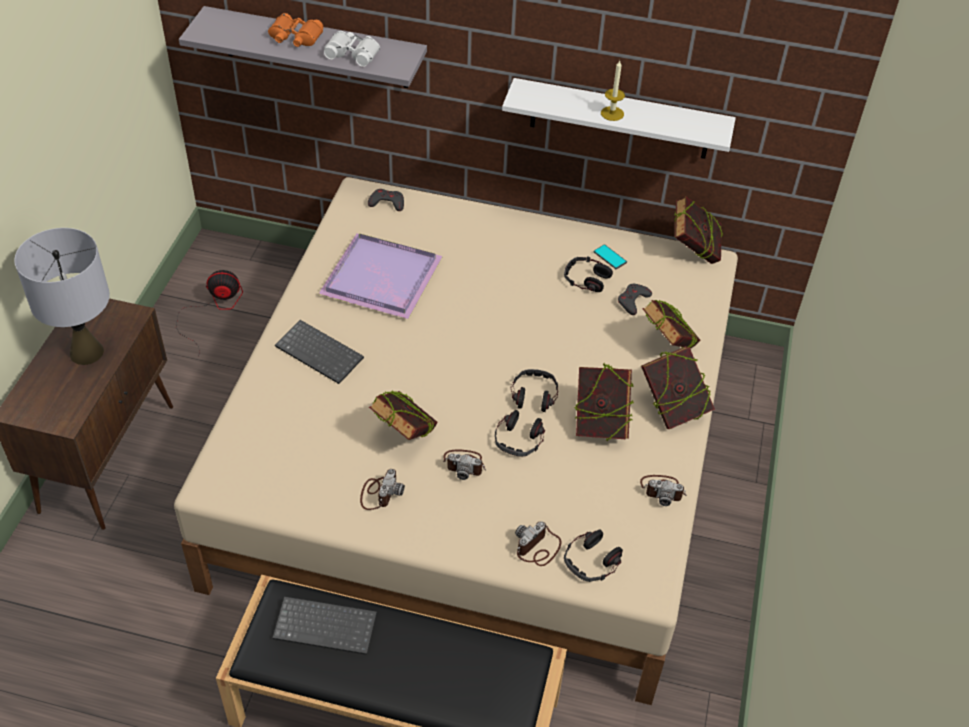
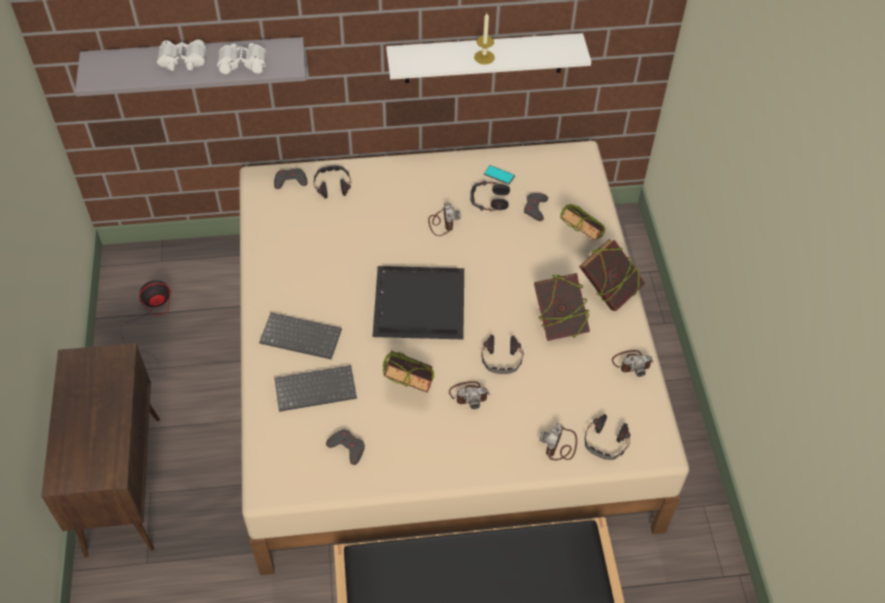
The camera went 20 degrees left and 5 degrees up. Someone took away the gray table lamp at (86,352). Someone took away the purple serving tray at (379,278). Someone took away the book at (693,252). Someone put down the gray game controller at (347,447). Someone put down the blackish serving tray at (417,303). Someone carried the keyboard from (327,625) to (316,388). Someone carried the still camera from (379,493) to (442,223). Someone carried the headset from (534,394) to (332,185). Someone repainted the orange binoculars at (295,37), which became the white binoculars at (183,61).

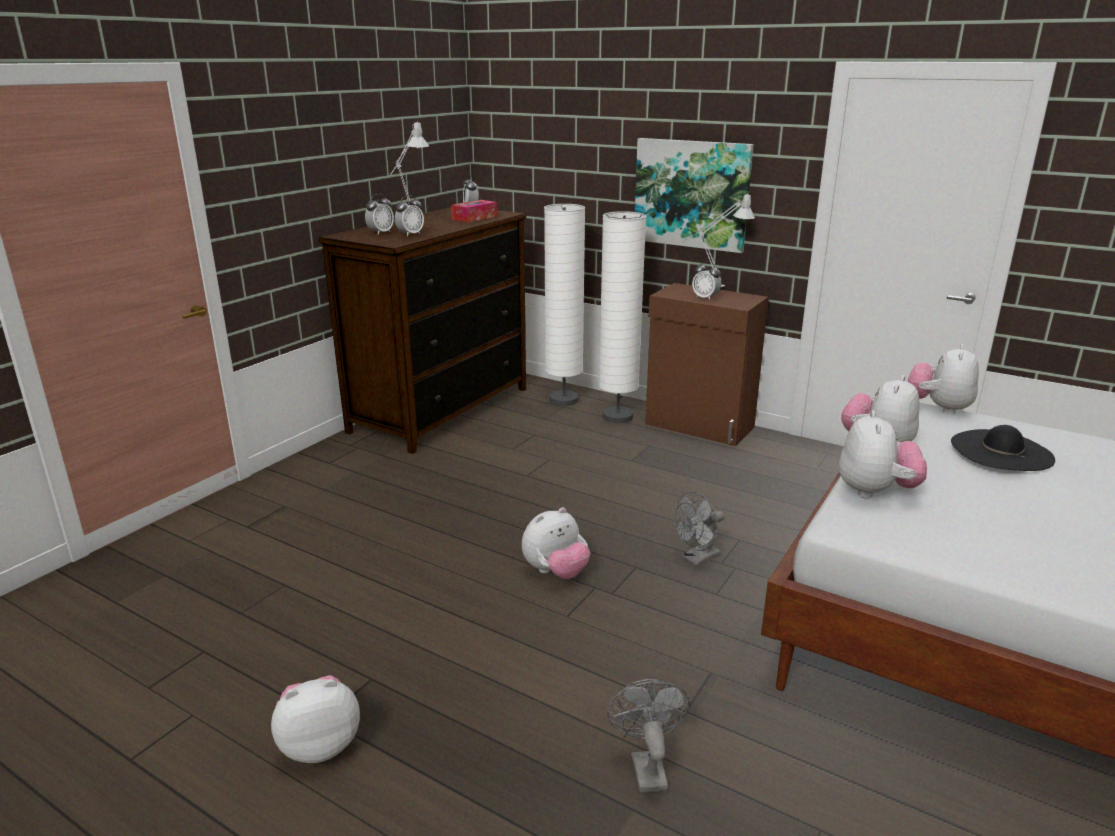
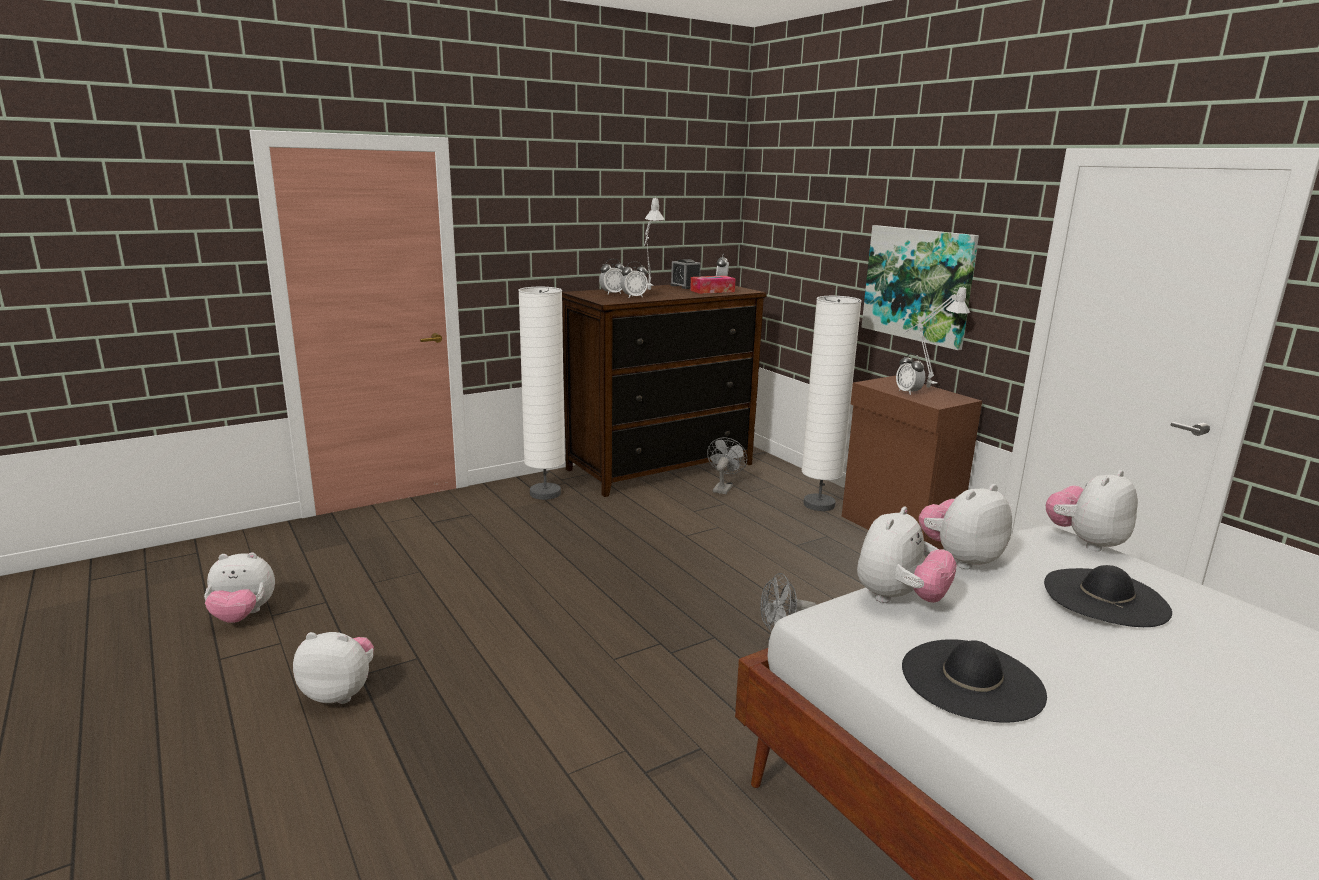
The camera went 25 degrees right and 5 degrees down. Someone put down the bedside clock at (685,286). Someone put down the blackish wearable hat at (972,680). Someone carried the cuddly toy from (556,572) to (243,616). Someone carried the white standing lamp from (563,400) to (545,493). Someone carried the gray cooling fan from (646,766) to (723,488).

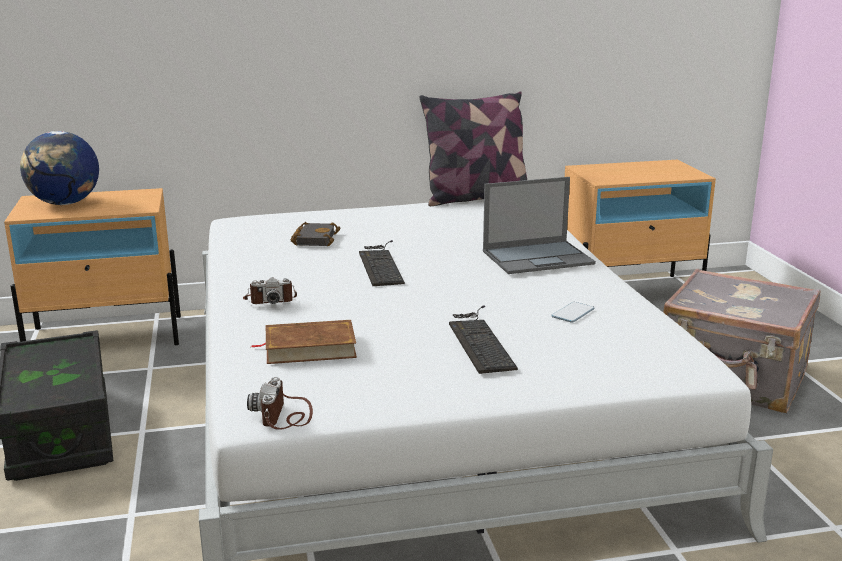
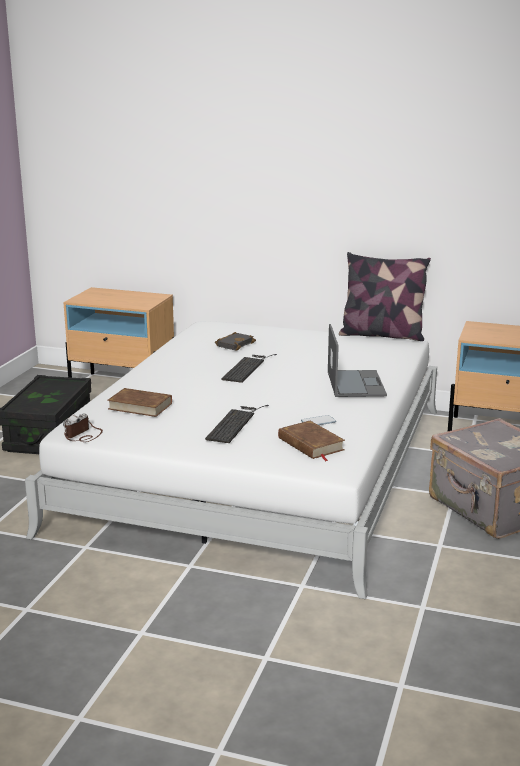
The camera went 30 degrees right and 0 degrees up. Someone took away the globe at (65,203). Someone took away the still camera at (270,300). Someone put down the brown book at (310,444). Someone rotated the portable computer at (539,257) by 105 degrees counterclockwise.

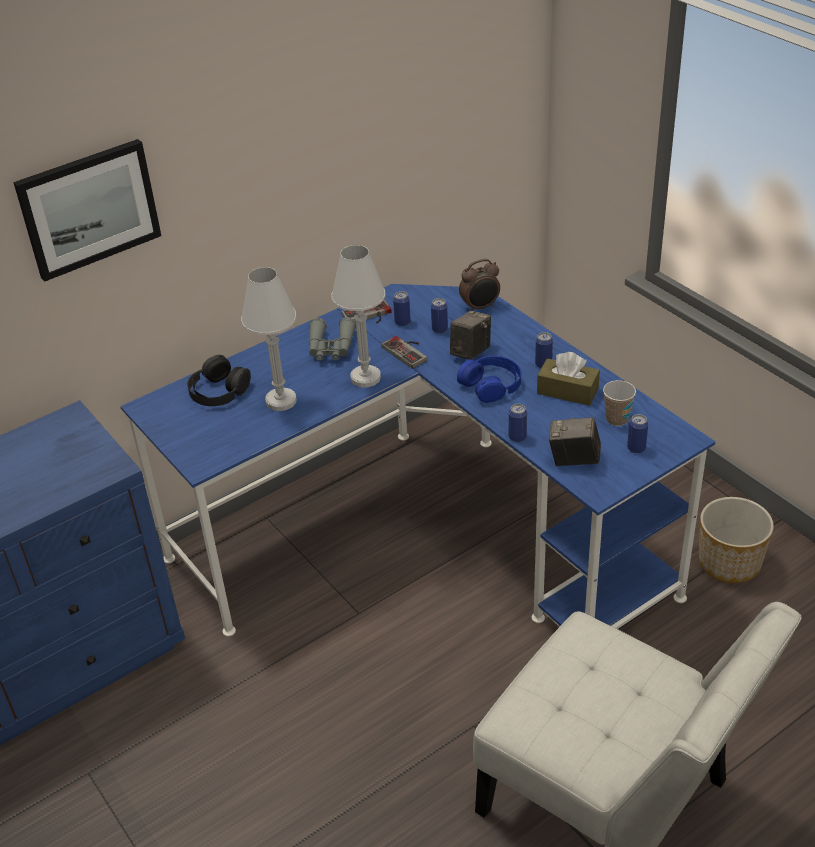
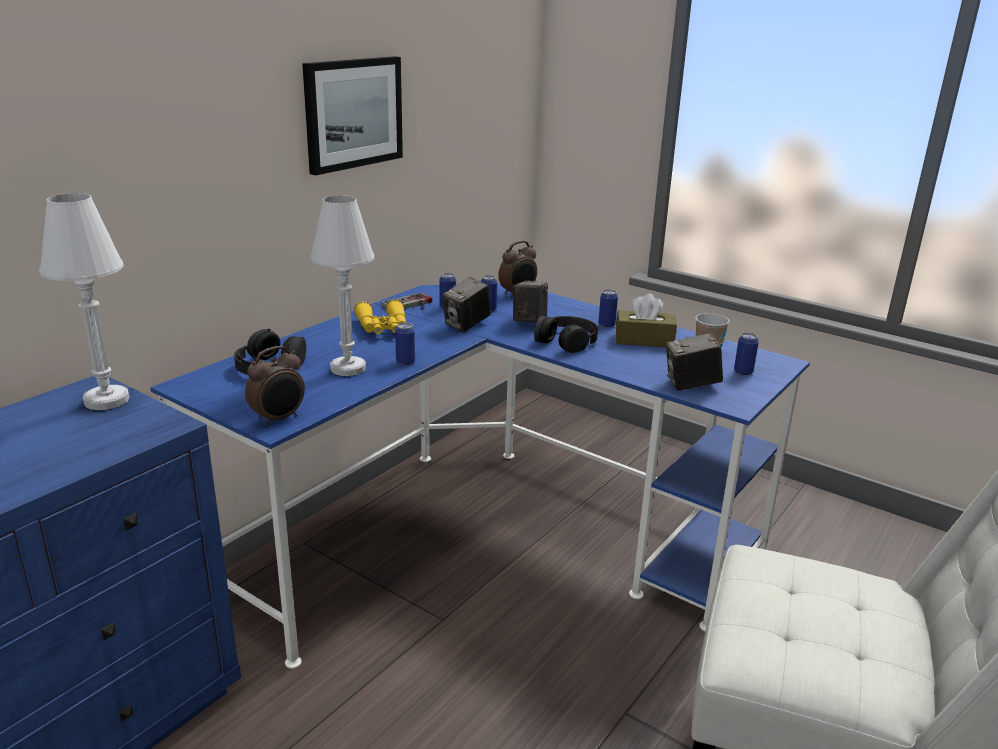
The camera went 20 degrees left and 15 degrees down. Someone took away the plant pot at (730,562). Someone put down the bedside clock at (279,419). Someone carried the picture from (89,208) to (353,113). Someone carried the white table lamp from (365,378) to (107,400). Someone carried the can from (517,437) to (405,362). Someone swapped the game controller at (408,351) for the still camera at (466,325). Someone repainted the gray binoculars at (331,348), which became the yellowish binoculars at (383,328). Someone repainted the blue headset at (491,385), which became the blackish headset at (566,341).

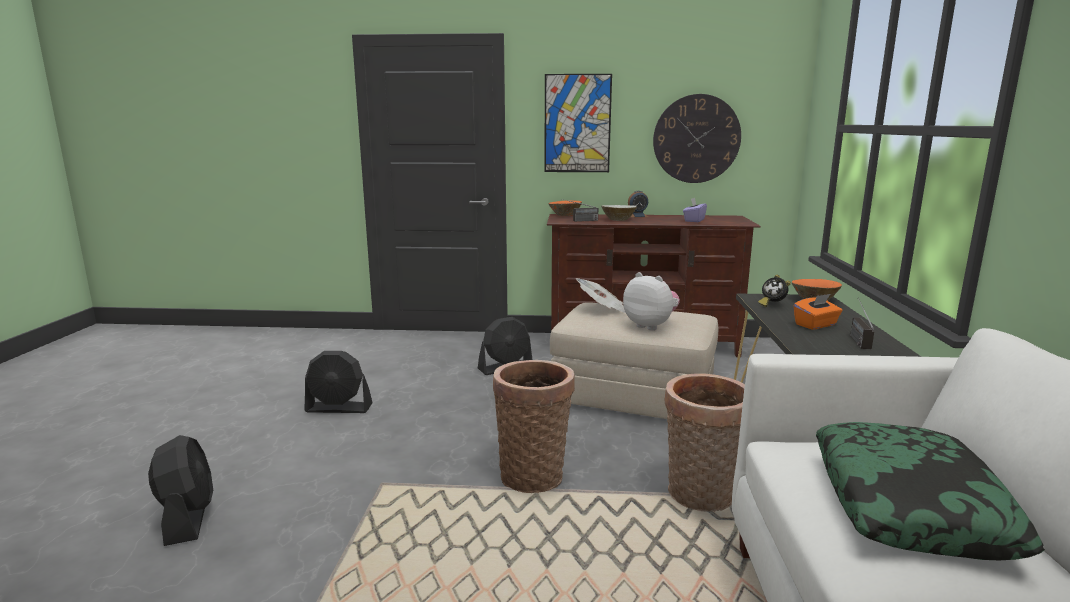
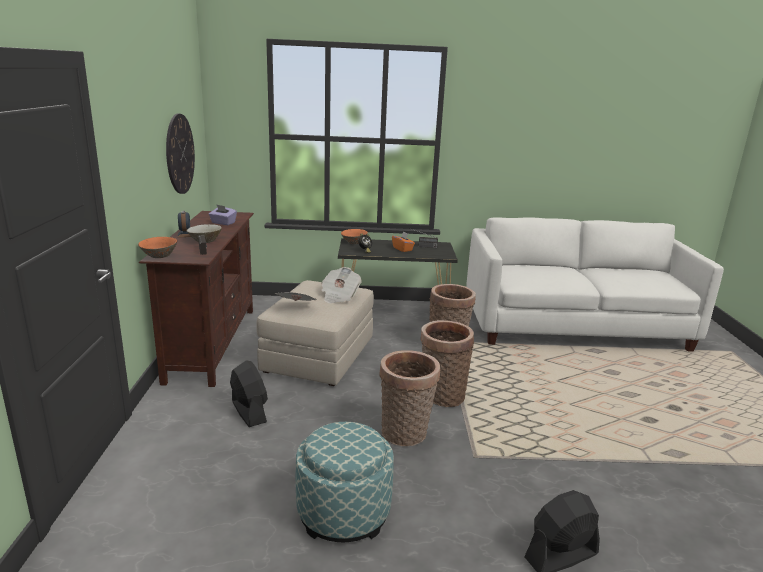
The camera went 95 degrees left and 5 degrees up. Someone took away the picture at (577,124). Someone took away the pillow at (909,505). Someone put down the household basket at (405,435). Someone swapped the blackish cooling fan at (339,408) for the footrest at (343,512). Someone swapped the cuddly toy at (650,326) for the newspaper at (339,296).

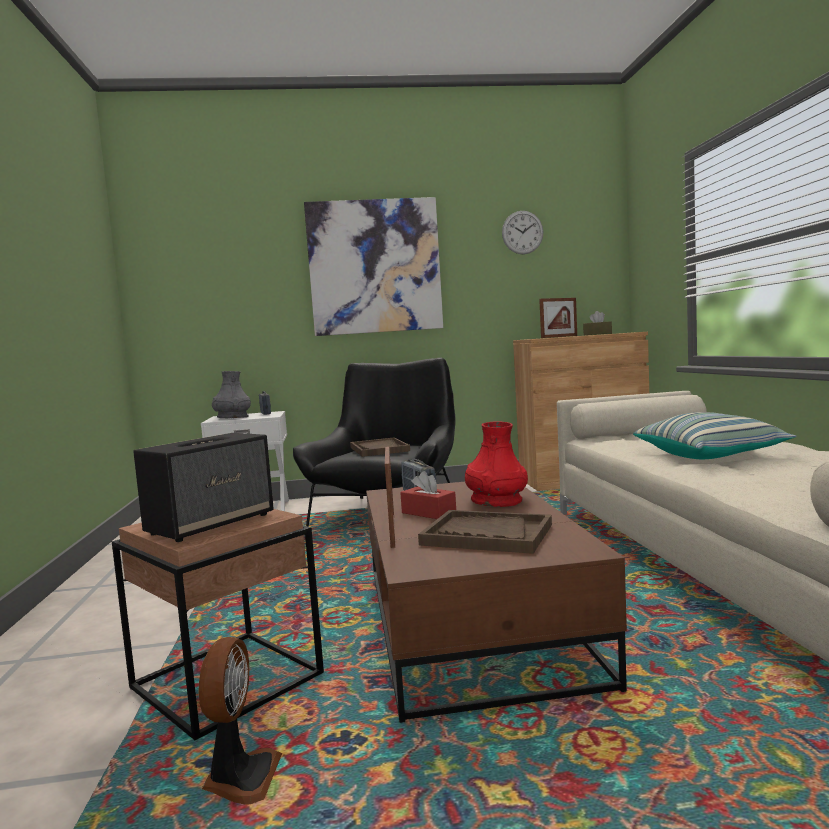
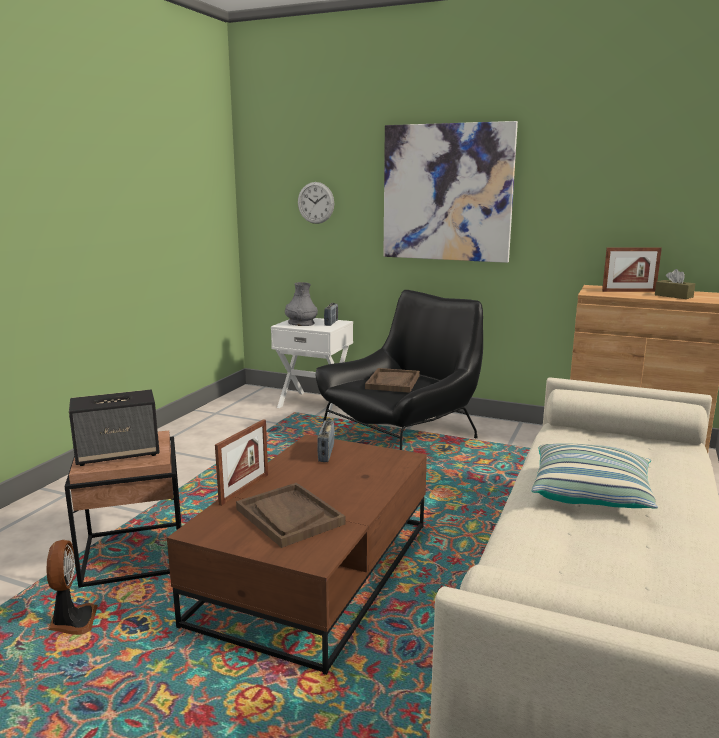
The camera went 30 degrees right and 10 degrees up. Someone took away the reddish tissue box at (428,513). Someone took away the reddish vase at (496,501). Someone carried the clock on the wall from (522,232) to (315,203). Someone rotated the cooling fan at (240,779) by 45 degrees counterclockwise.

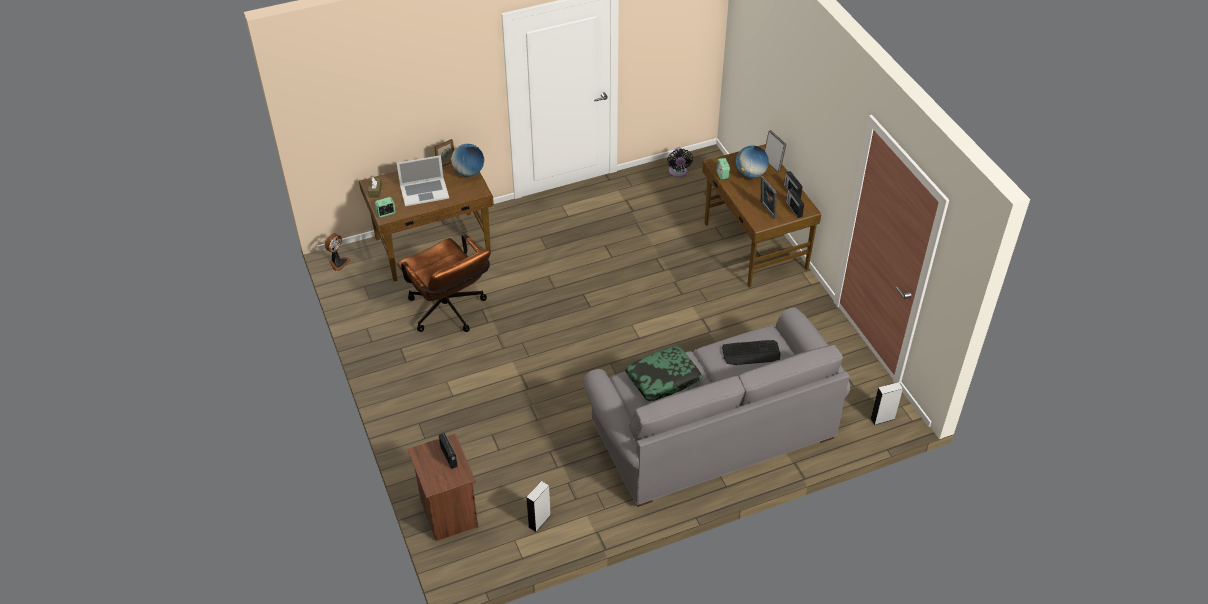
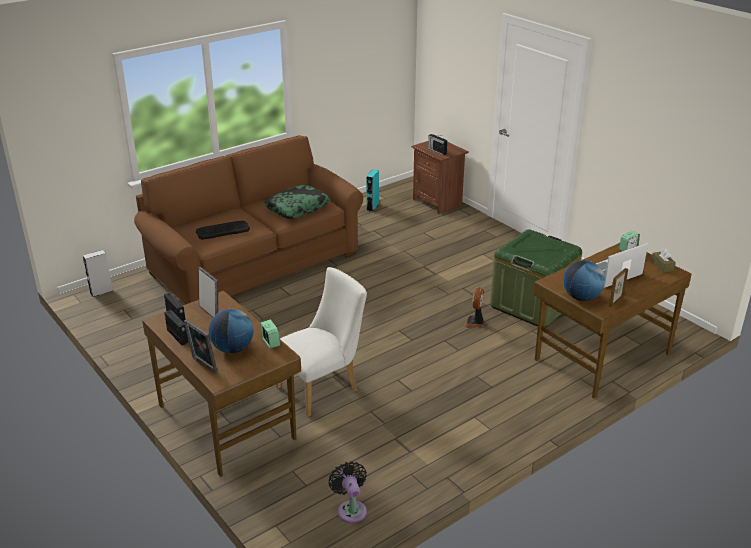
The camera went 165 degrees right and 15 degrees down. Someone put down the white chair at (323,388). Someone carried the cooling fan from (338,262) to (475,322). Someone swapped the brown desk chair at (450,313) for the greenish storage bin at (532,304). Someone repainted the gray speaker at (539,521), which became the turquoise speaker at (372,207). Someone repainted the gray sofa at (713,431), which became the brown sofa at (254,264).

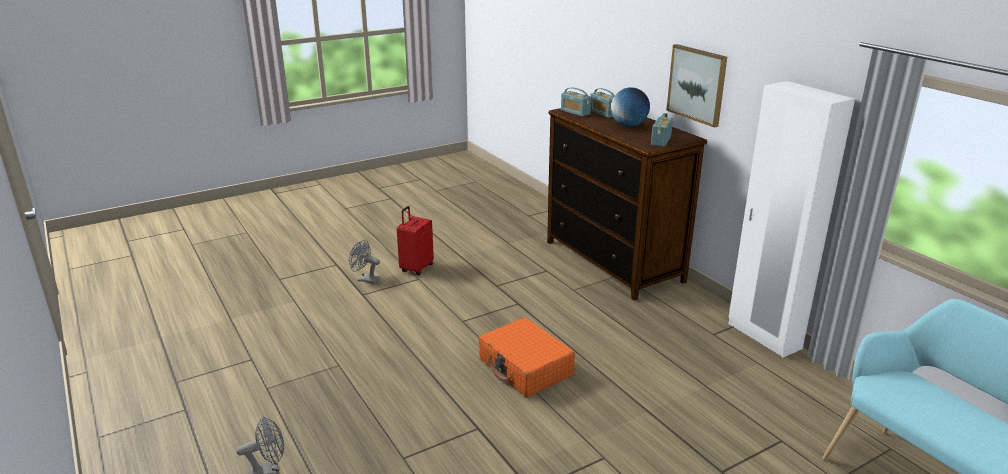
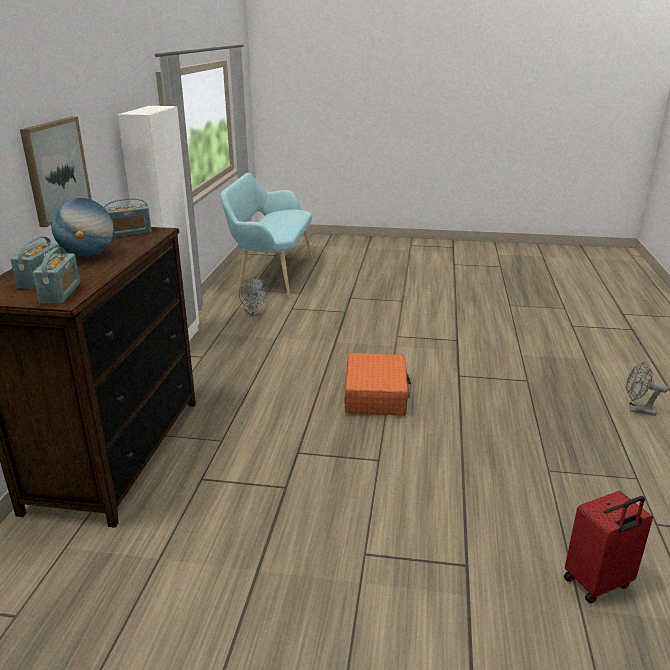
The camera went 140 degrees left and 0 degrees up. Someone carried the gray cooling fan from (365,279) to (254,313). Someone carried the reddish piece of luggage from (416,268) to (598,583).

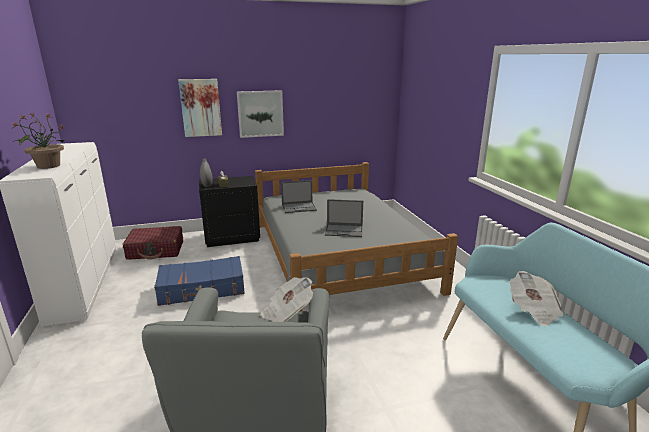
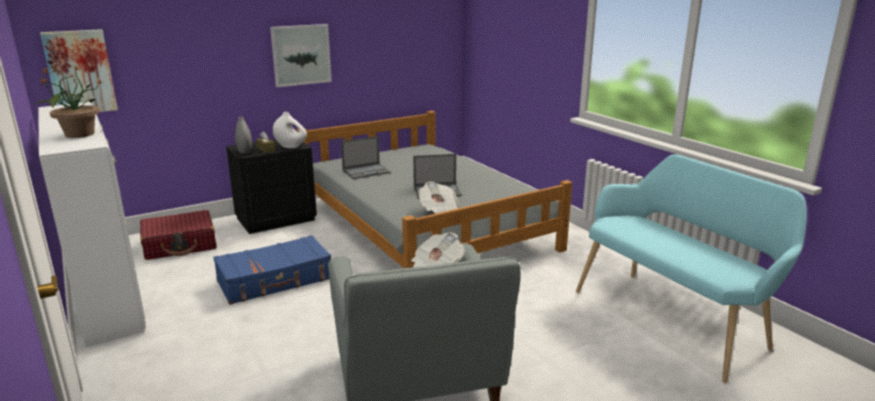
The camera went 15 degrees left and 0 degrees up. Someone put down the white vase at (291,146). Someone carried the picture from (201,108) to (80,72). Someone carried the newspaper from (533,310) to (439,211).

